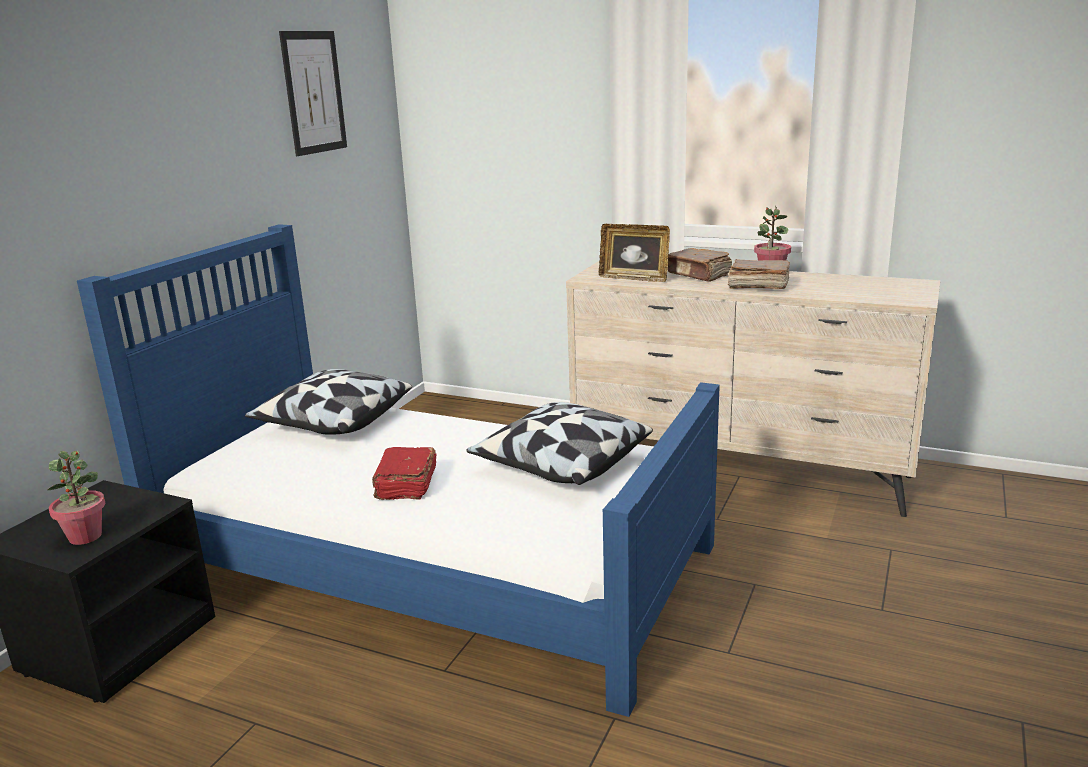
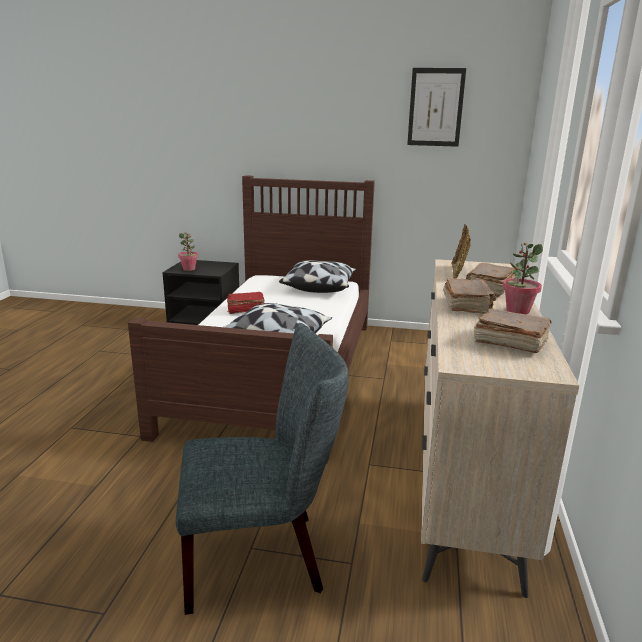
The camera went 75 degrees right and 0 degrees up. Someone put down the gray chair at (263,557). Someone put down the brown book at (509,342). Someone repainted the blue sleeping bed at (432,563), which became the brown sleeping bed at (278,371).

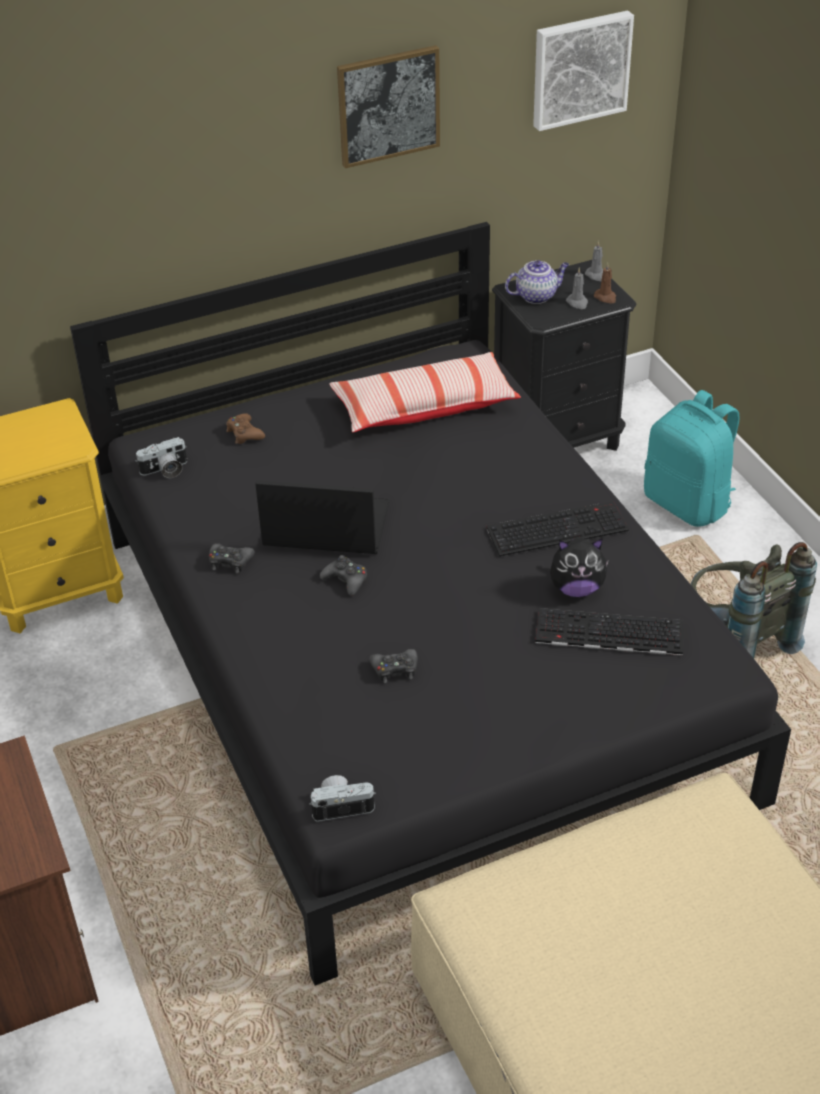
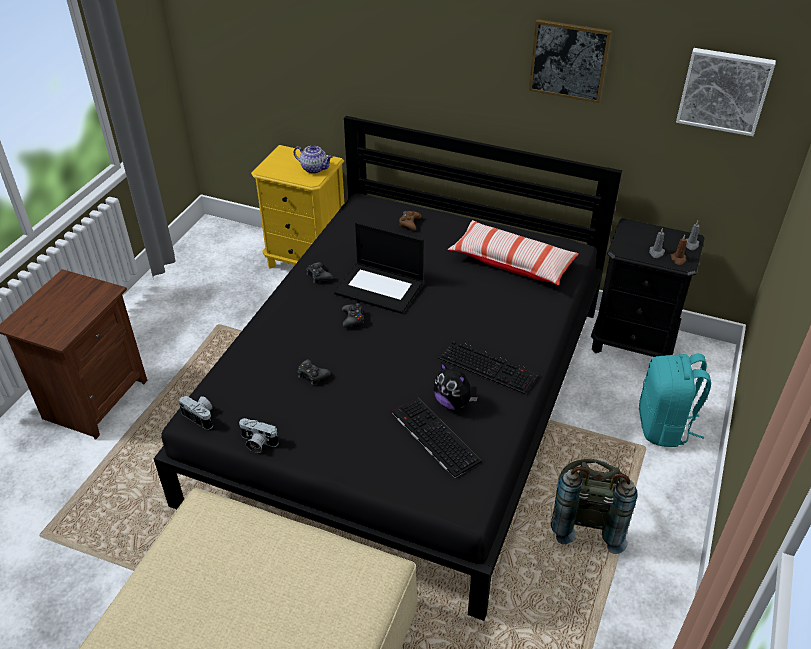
The camera went 45 degrees right and 0 degrees up. Someone carried the still camera from (165,470) to (257,443). Someone carried the tea pot from (536,296) to (315,169). Someone rotated the portable computer at (324,526) by 150 degrees clockwise.

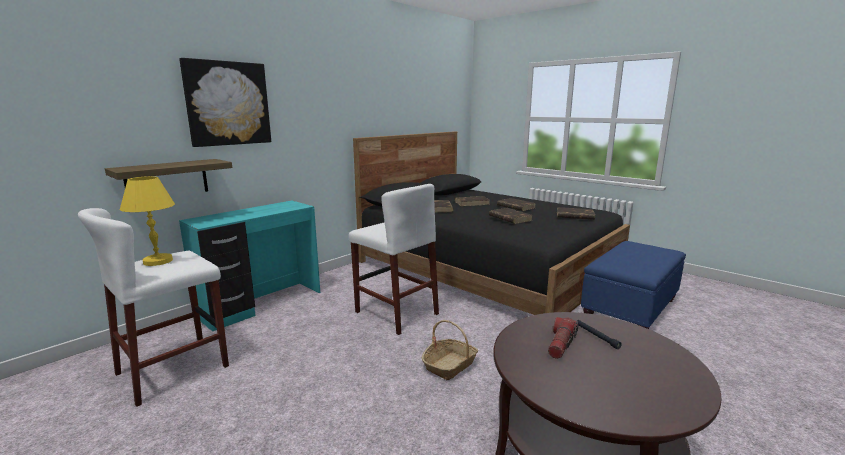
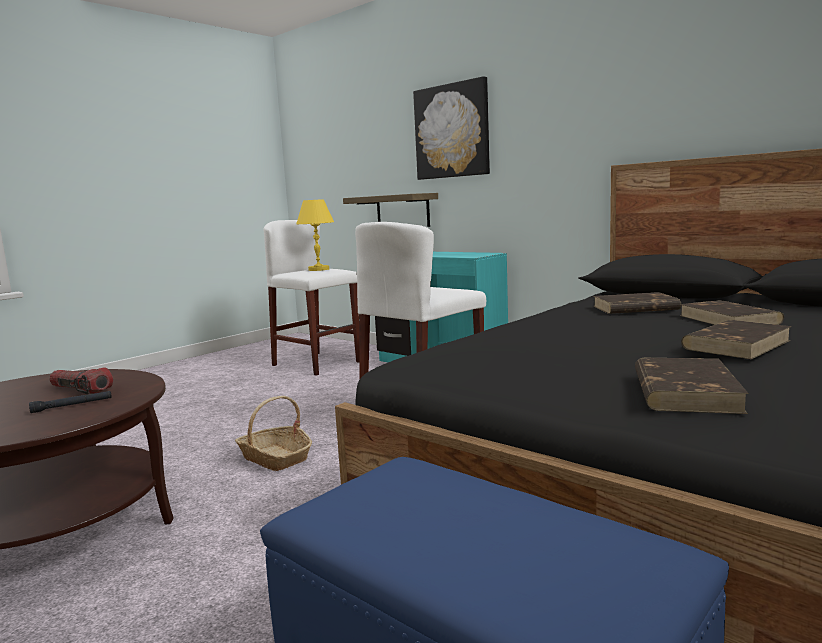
The camera went 90 degrees right and 5 degrees down. Someone took away the brown book at (509,218).

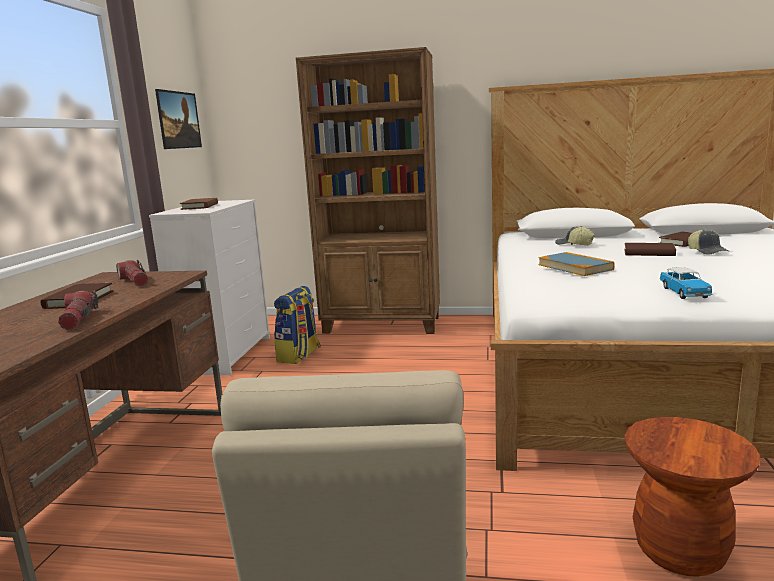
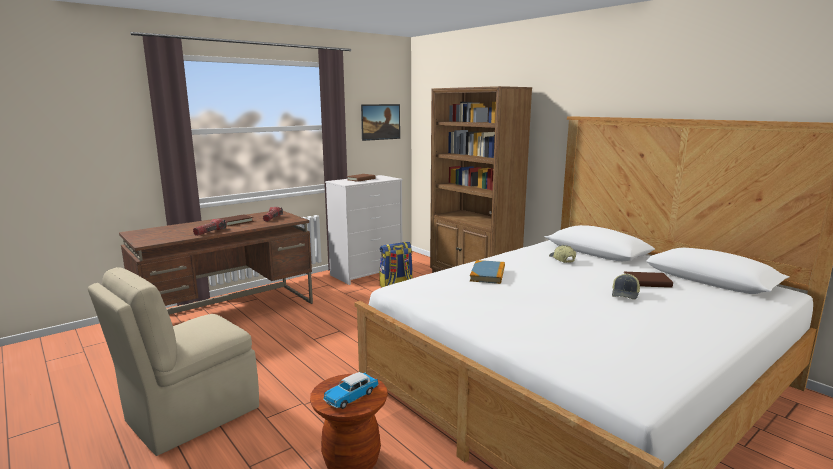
The camera went 40 degrees right and 0 degrees up. Someone took away the brown book at (649,253). Someone carried the toy car from (684,293) to (351,397).

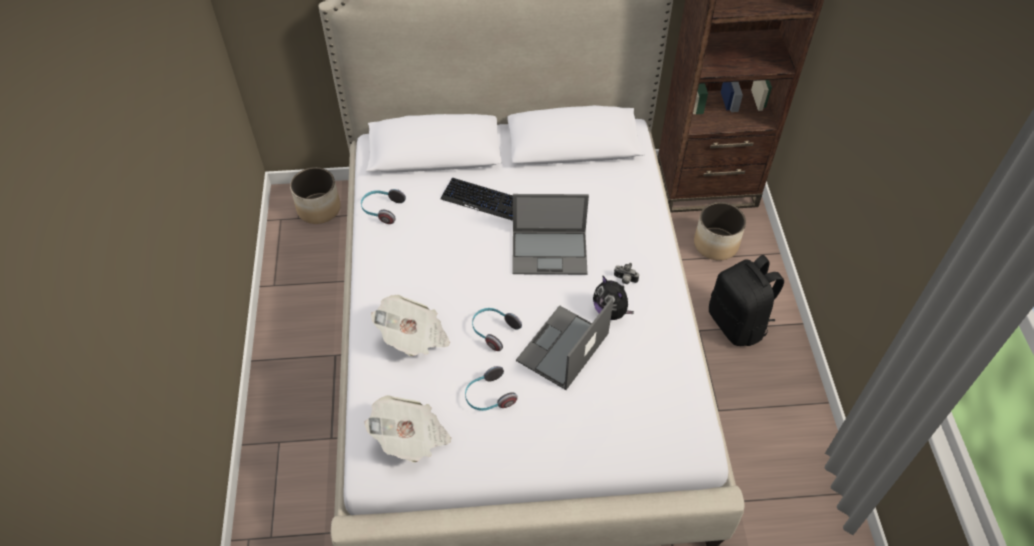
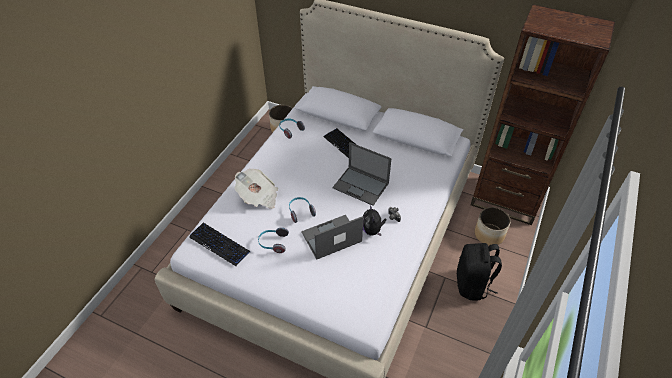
The camera went 30 degrees right and 5 degrees down. Someone swapped the newspaper at (411,438) for the keyboard at (219,244).

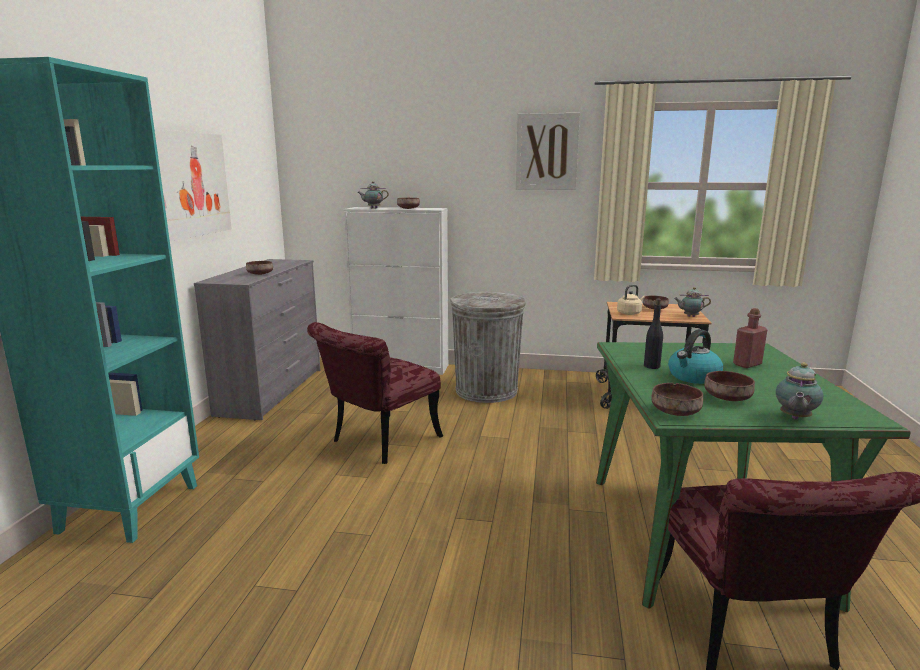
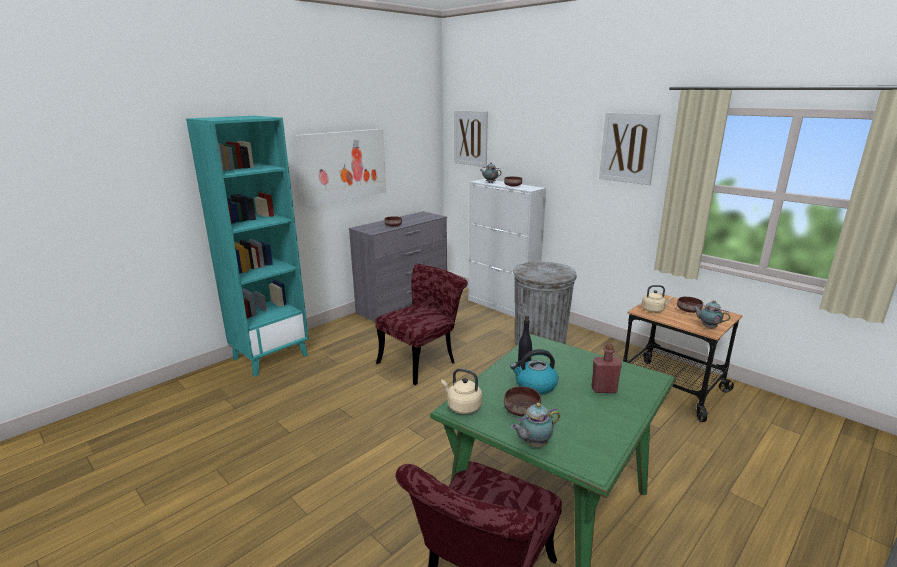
The camera went 35 degrees right and 5 degrees up. Someone put up the picture at (470,138). Someone swapped the brown deep dish at (675,412) for the sand-coloured tea kettle at (462,407). Someone rotated the reddish chair at (378,443) by 150 degrees clockwise.

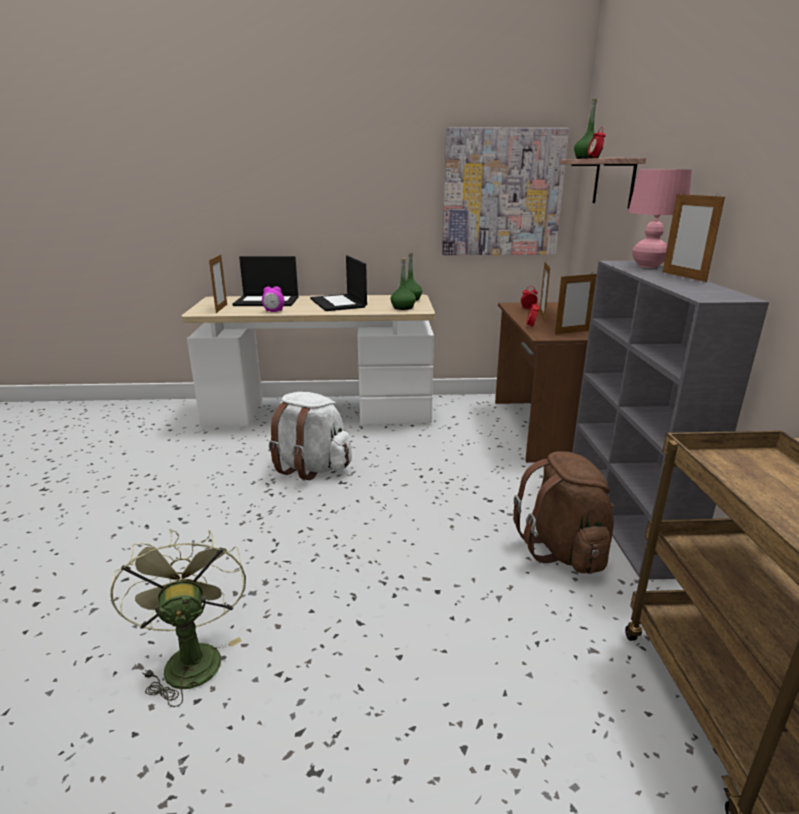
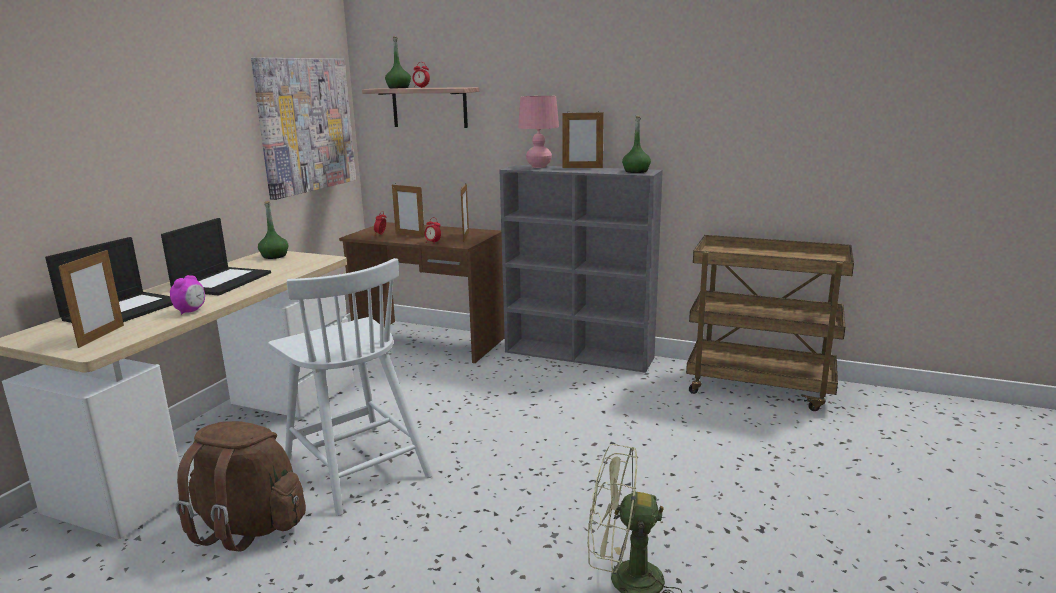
The camera went 65 degrees left and 5 degrees down. Someone carried the greenish drink bottle from (403,308) to (636,171). Someone carried the brown rucksack from (564,550) to (248,527). Someone swapped the white rucksack at (311,467) for the white chair at (355,466). Someone rotated the standing frame at (221,308) by 75 degrees clockwise. Someone rotated the portable computer at (339,303) by 75 degrees counterclockwise.

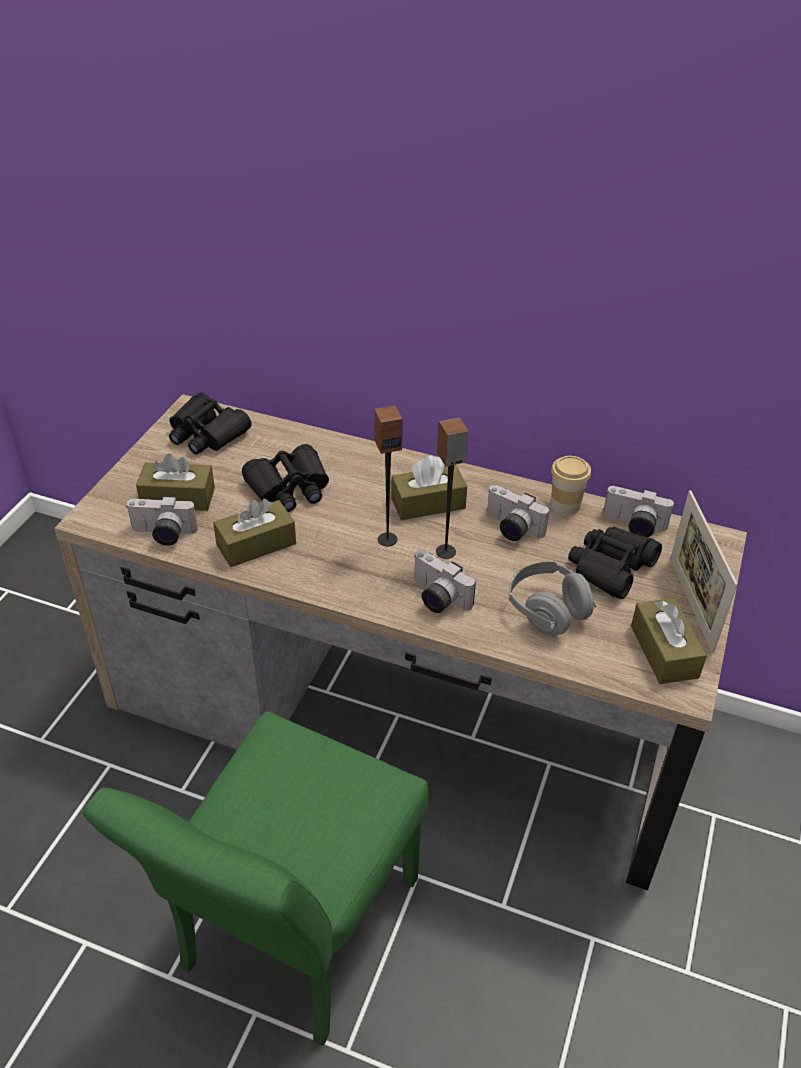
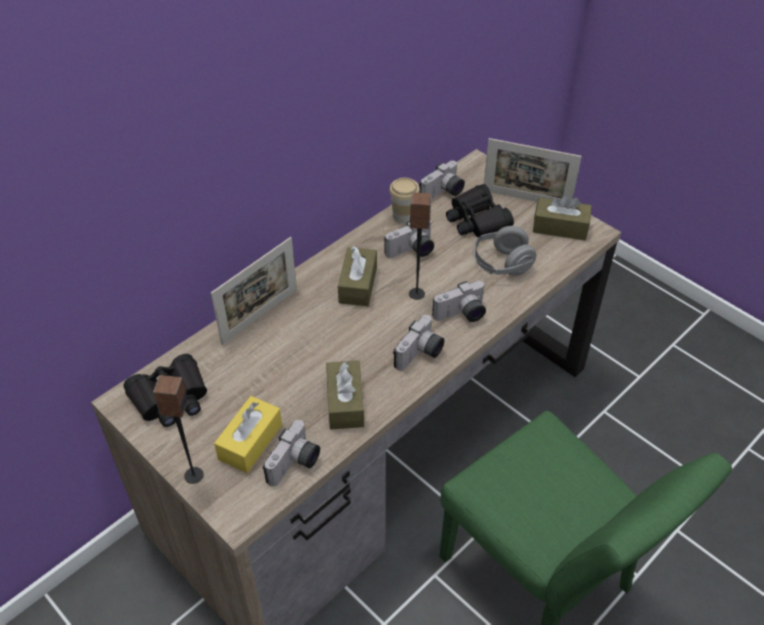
The camera went 65 degrees left and 5 degrees up. Someone took away the blackish binoculars at (289,488). Someone put down the standing frame at (260,316). Someone put down the still camera at (420,355). Someone carried the speaker from (387,539) to (193,475). Someone repainted the brown tissue box at (178,497), which became the yellowish tissue box at (250,442).

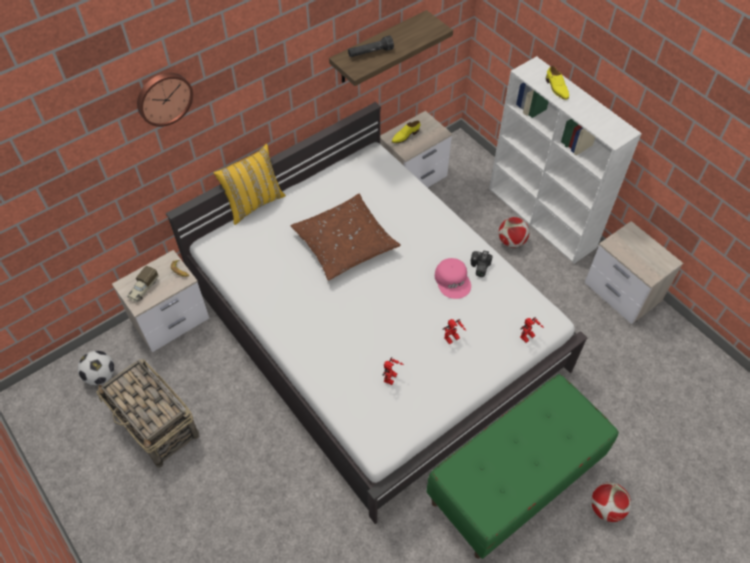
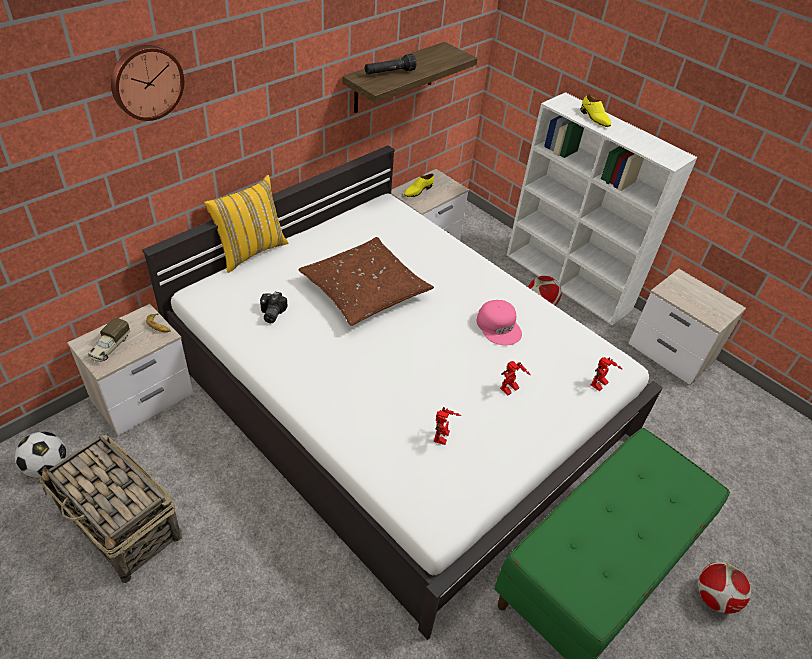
The camera went 10 degrees left and 10 degrees down. Someone carried the still camera from (479,267) to (271,313).

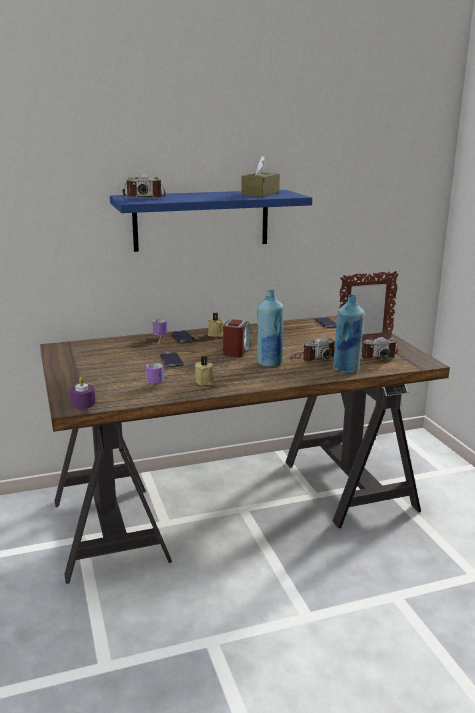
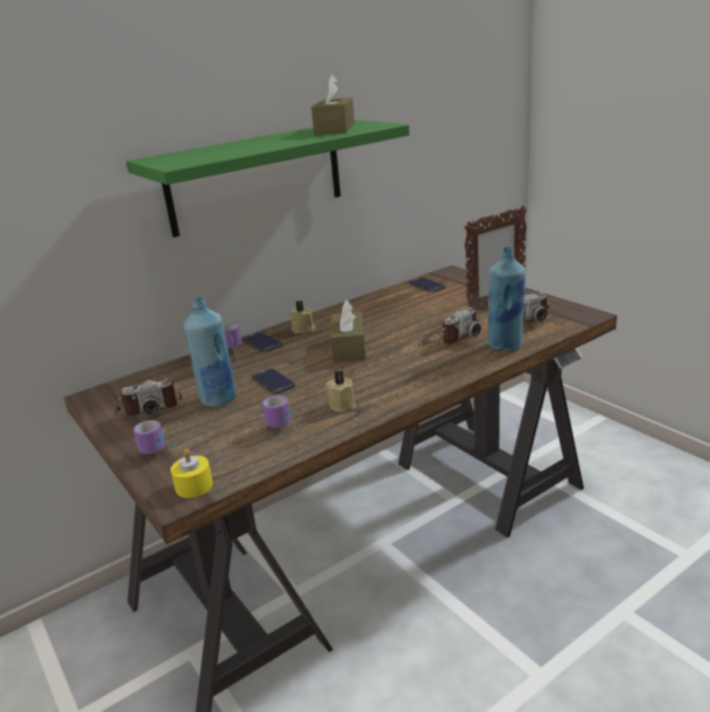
The camera went 15 degrees left and 5 degrees up. Someone put down the tea mug at (158,445). Someone carried the still camera from (144,197) to (150,406). Someone carried the blue drink bottle from (269,363) to (218,399). Someone swapped the bedside clock at (237,350) for the brown tissue box at (349,347). Someone repainted the purple candle at (83,403), which became the yellowish candle at (194,486). Someone repainted the blue shelf at (201,220), which became the greenish shelf at (256,177).

